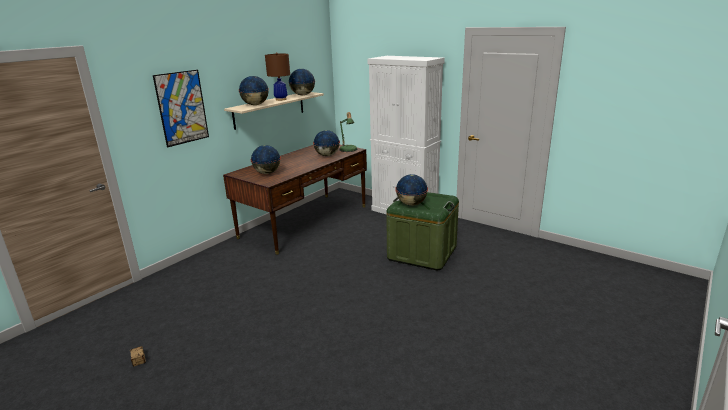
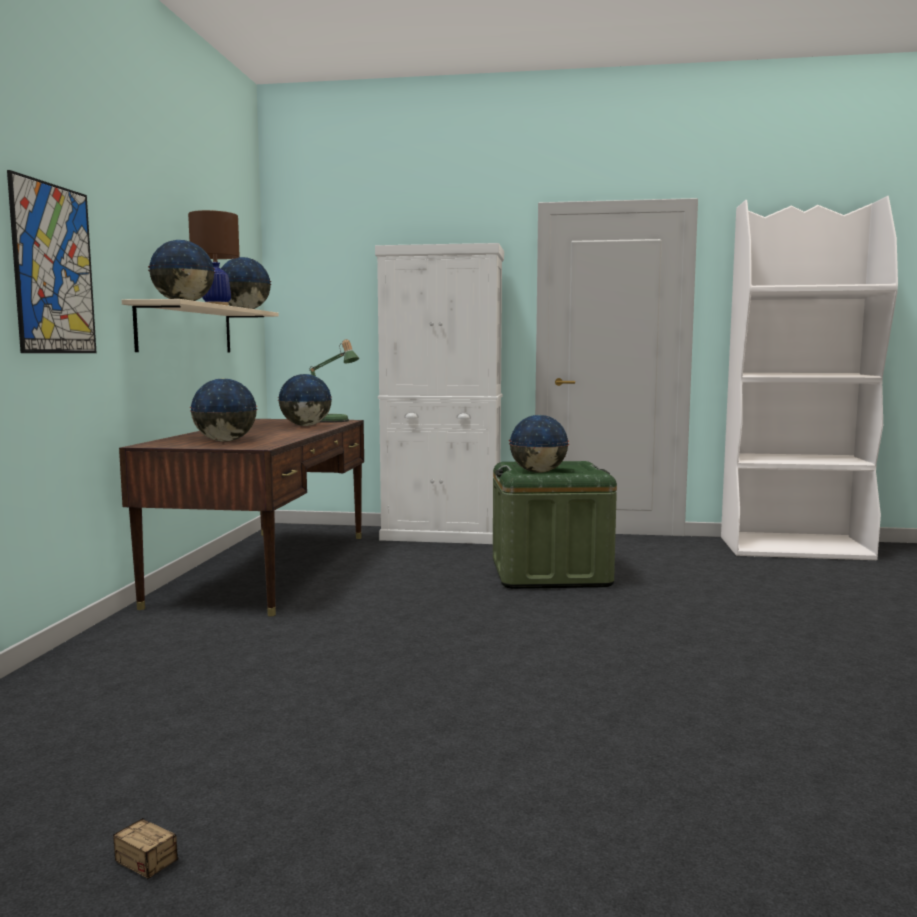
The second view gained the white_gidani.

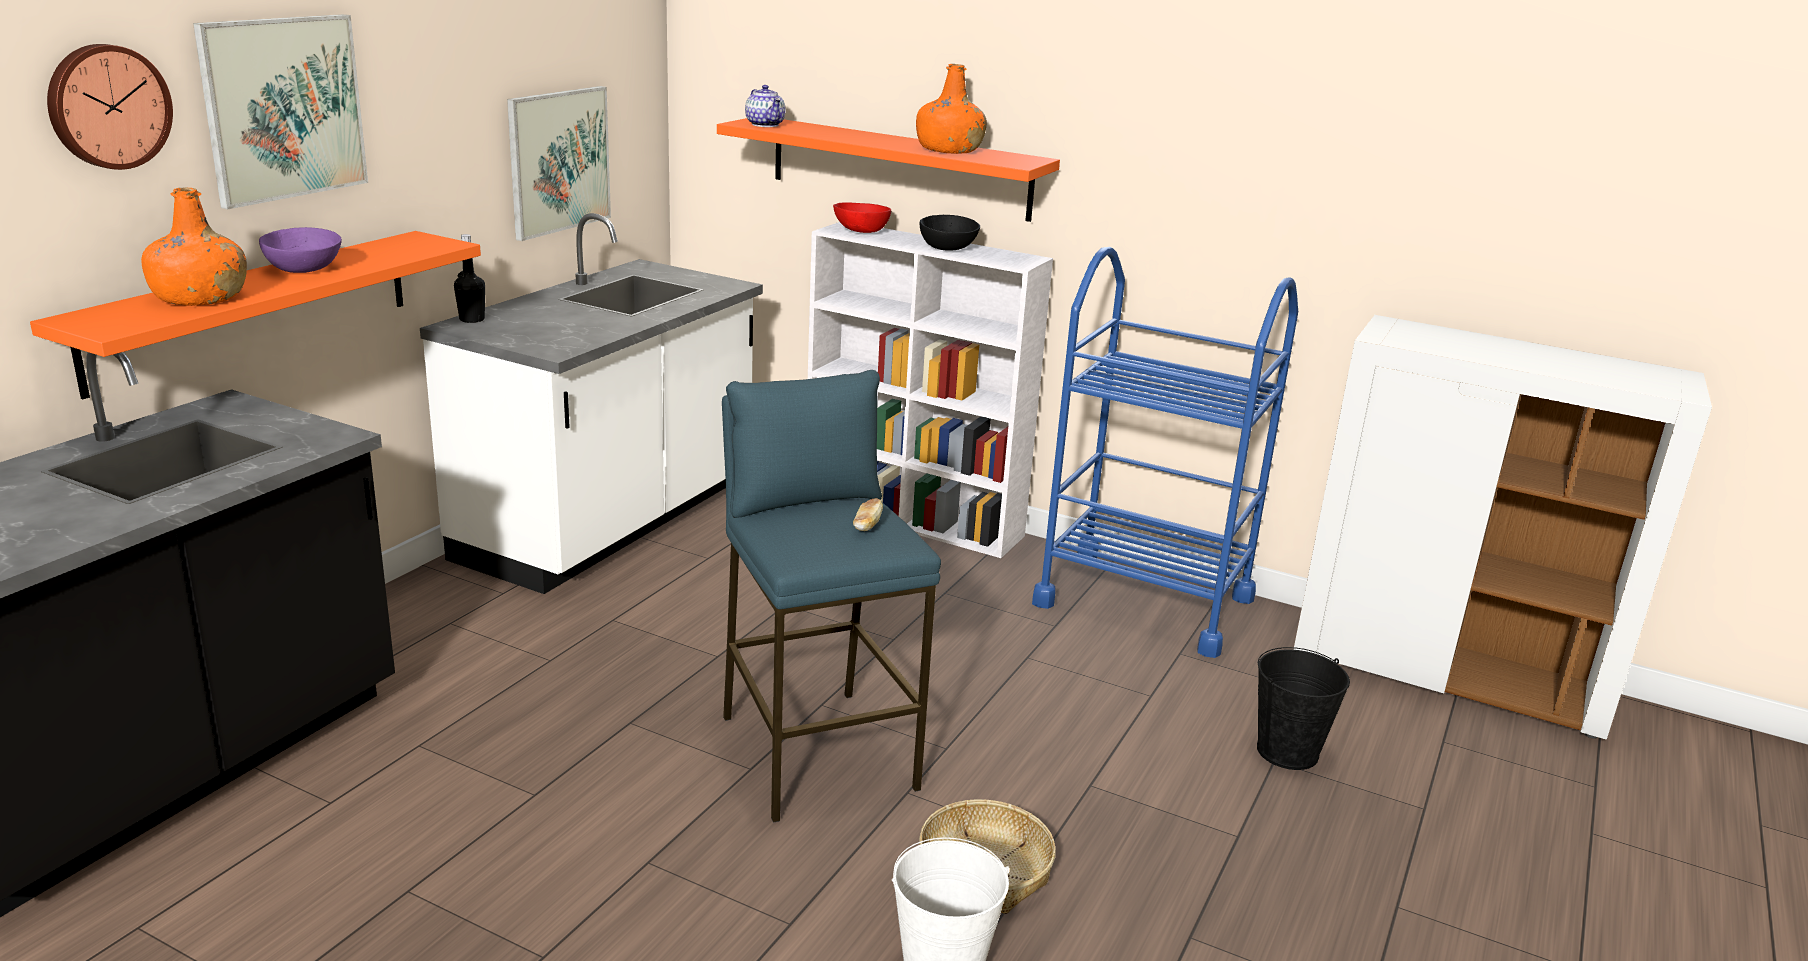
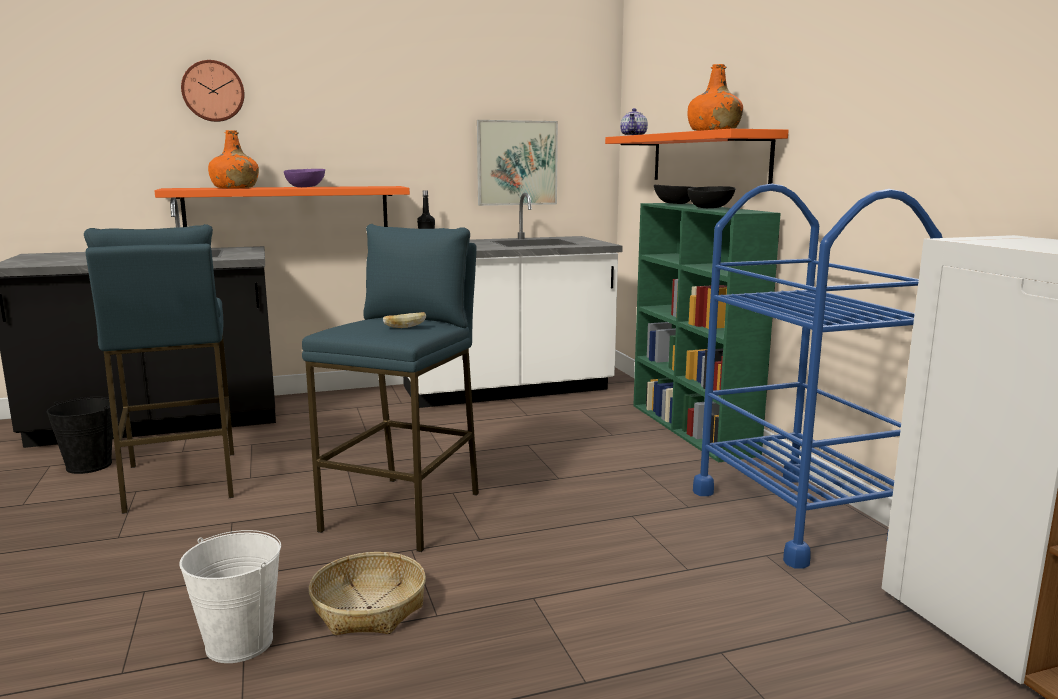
The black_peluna ended up elsewhere. The second view gained the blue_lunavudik (no. 1 from left). What was the white_gidani turned into the green_gidani. What was the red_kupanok turned into the black_kupanok (no. 1 from left). The second view lost the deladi (no. 1 from left).

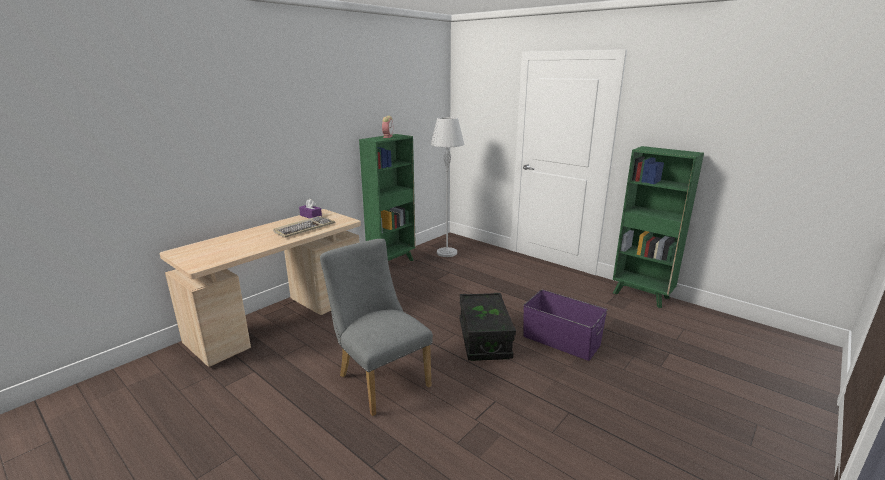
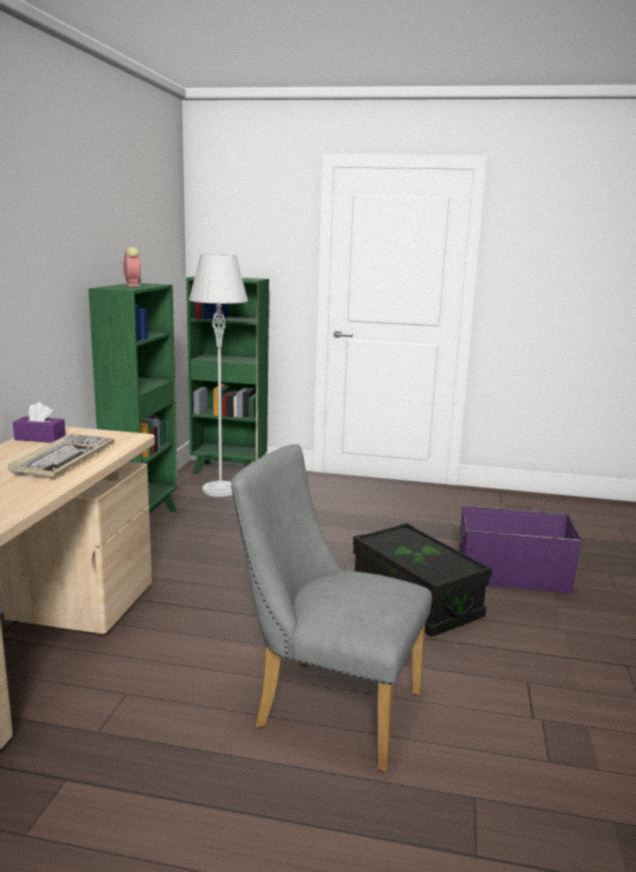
The green_gidani (no. 2 from left) ended up elsewhere.

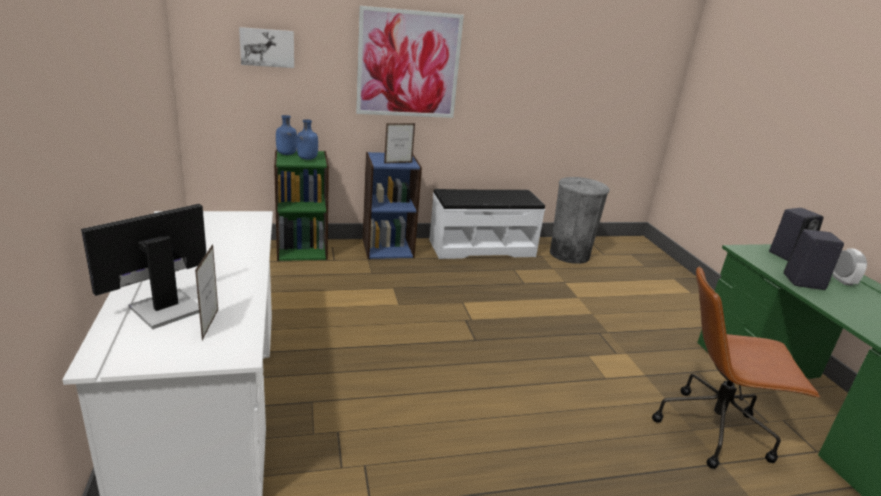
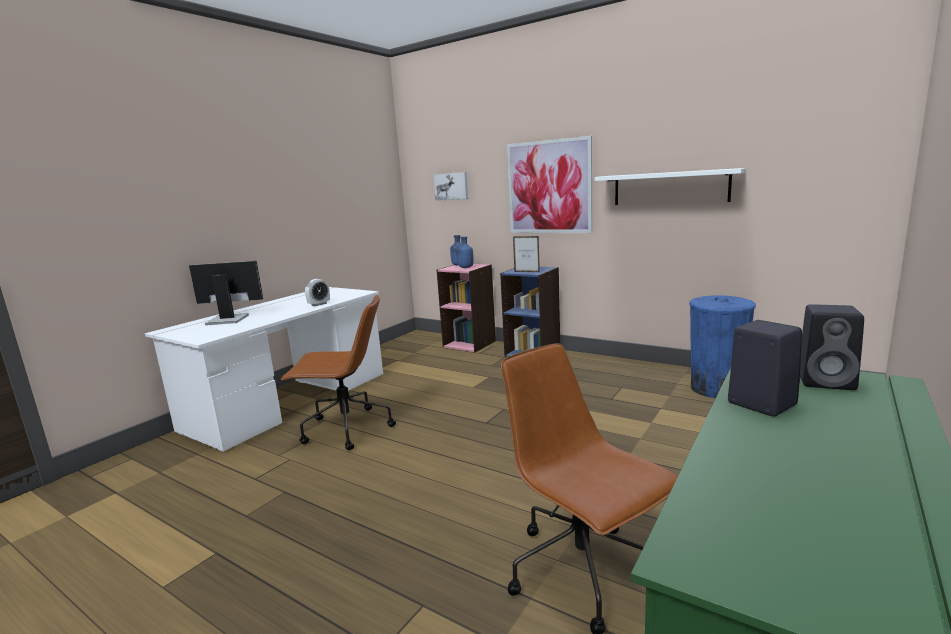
The second view gained the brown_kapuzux (no. 1 from left). The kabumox ended up elsewhere. What was the green_gidani turned into the pink_gidani. The second view gained the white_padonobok. What was the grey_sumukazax turned into the blue_sumukazax. The second view lost the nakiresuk (no. 1 from left). The second view lost the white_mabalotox.

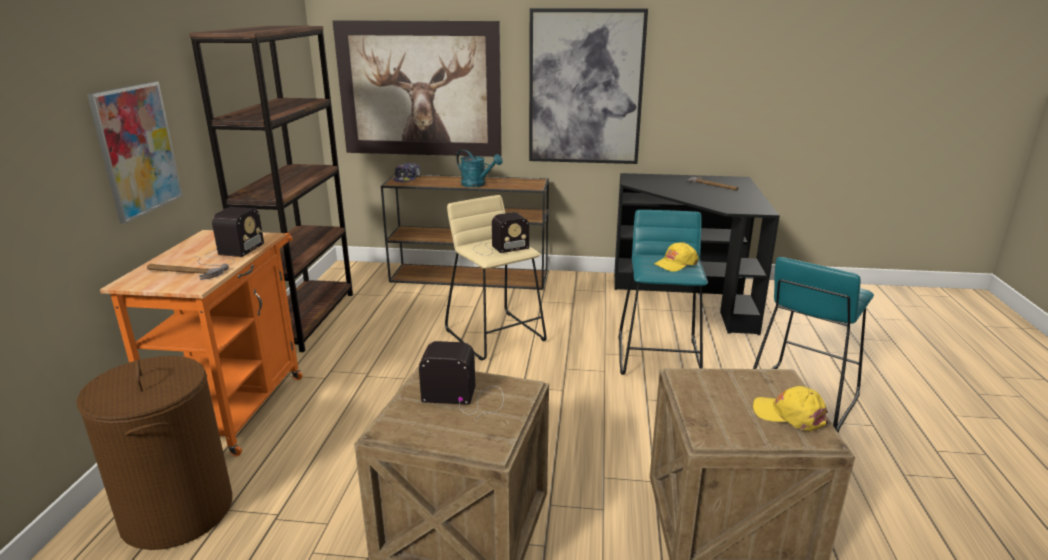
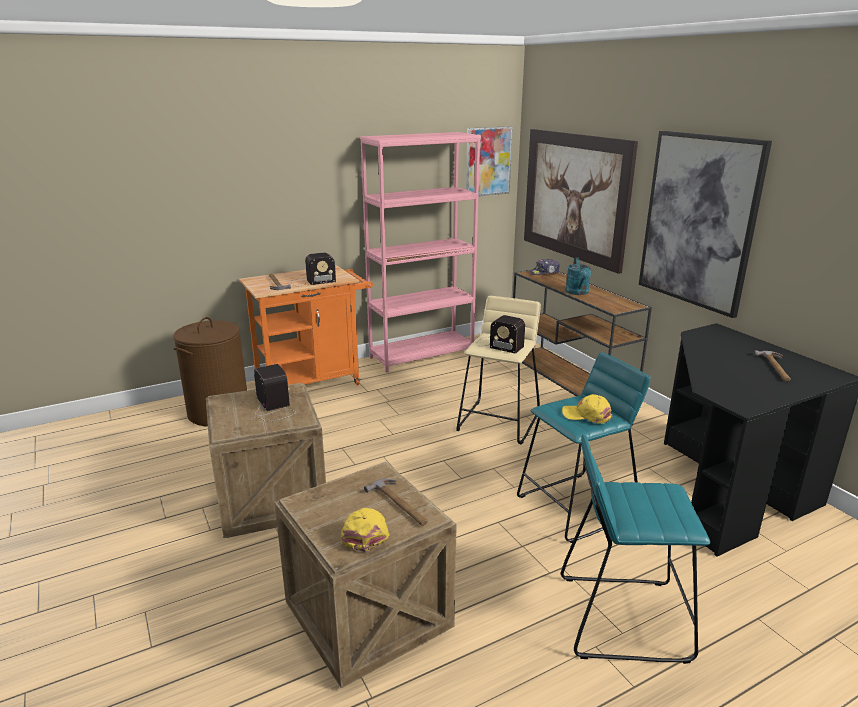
What was the brown_gidani turned into the pink_gidani. The second view gained the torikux (no. 2 from left). The deladi (no. 1 from left) ended up elsewhere.

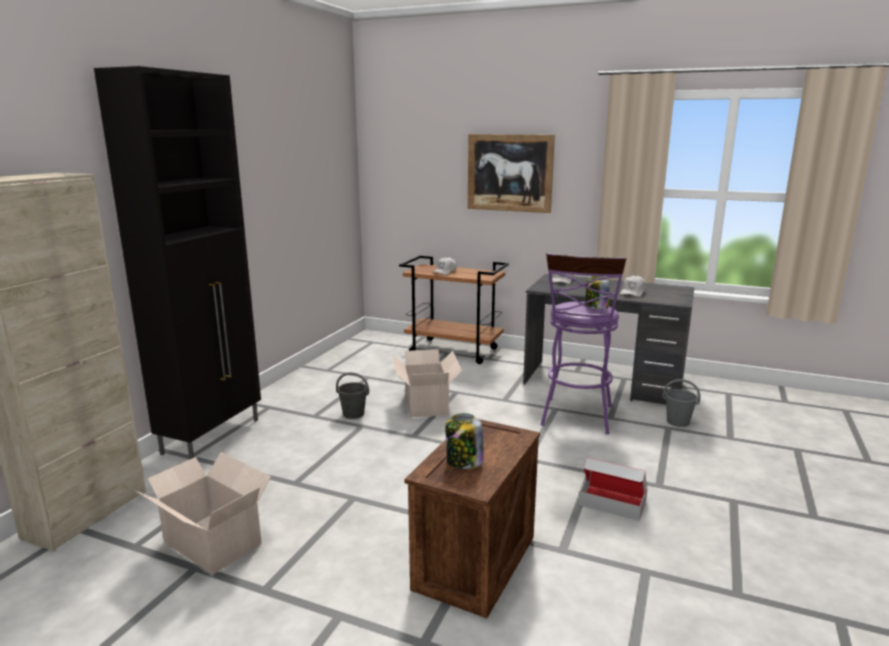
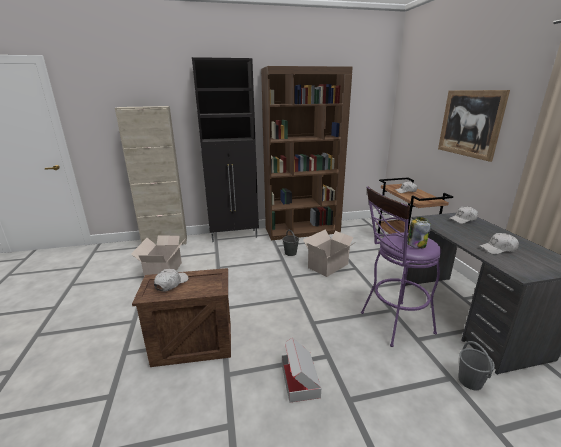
Where the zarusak (no. 1 from left) stood, the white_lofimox (no. 1 from left) came to stand. The second view gained the brown_gidani.

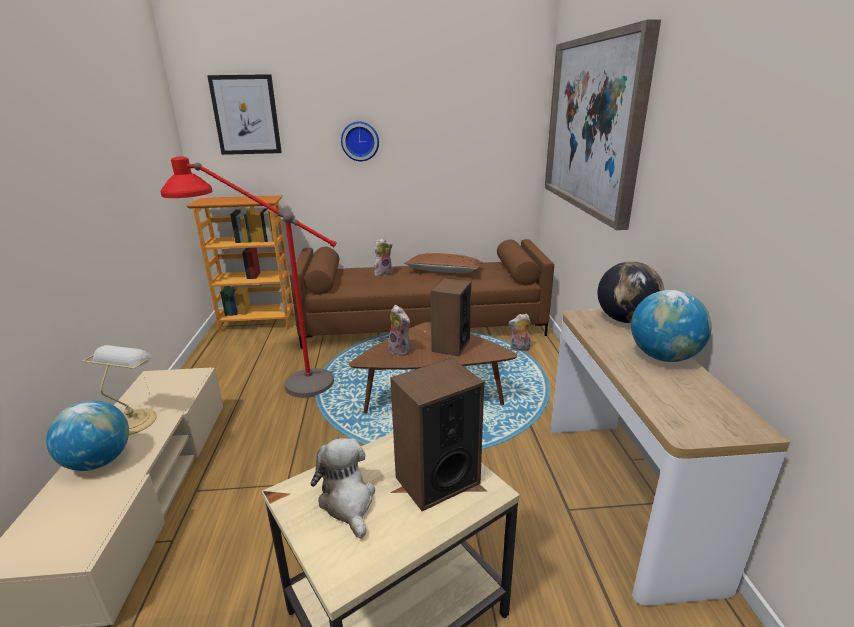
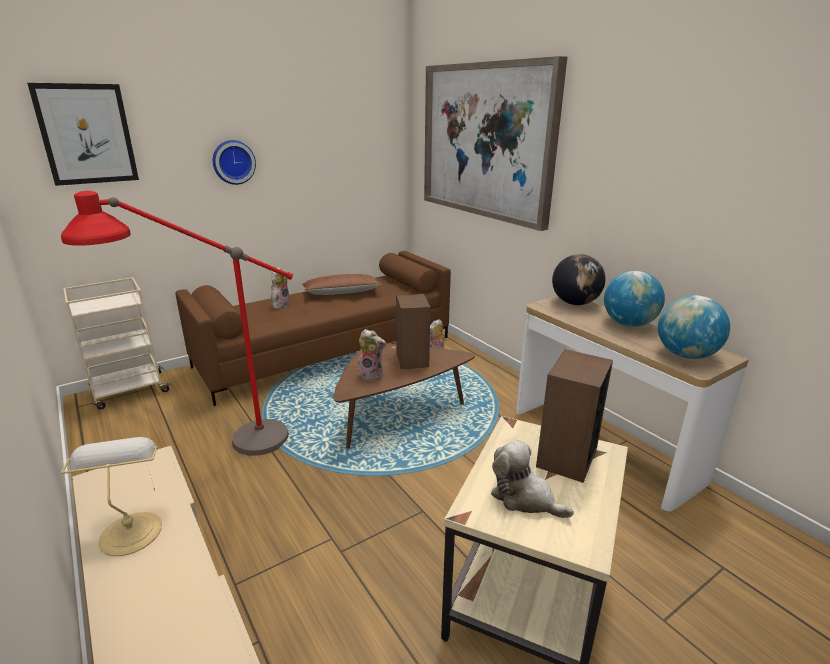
Where the gidani stood, the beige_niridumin came to stand. The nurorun (no. 1 from left in the first image) ended up elsewhere.

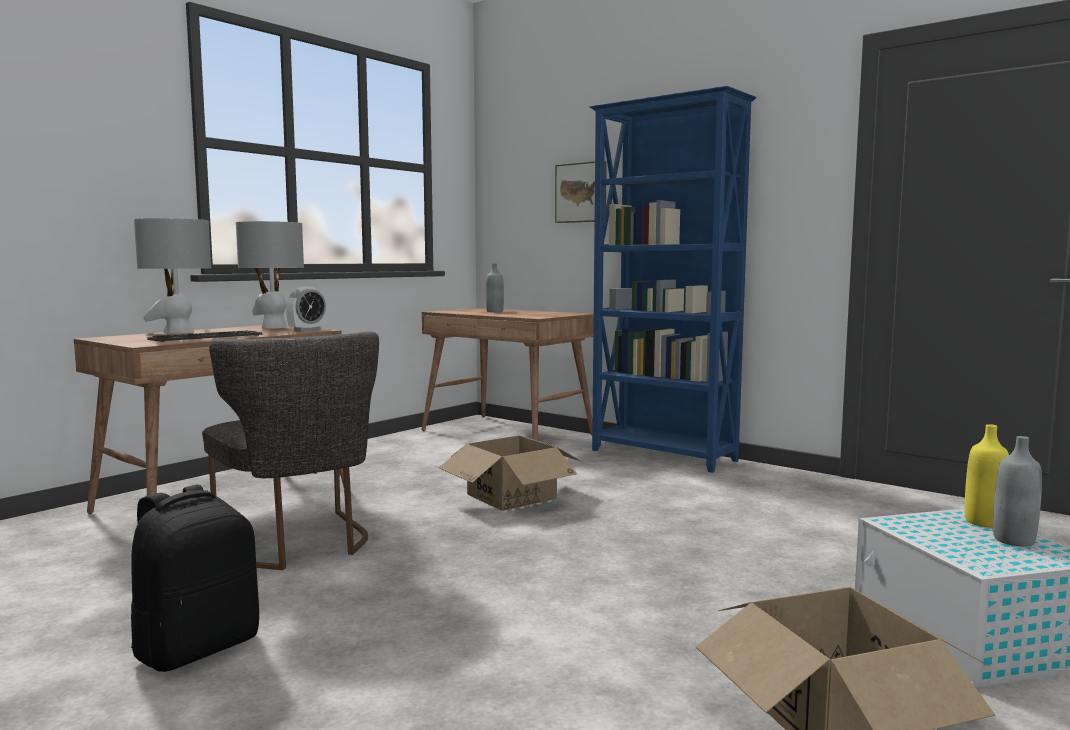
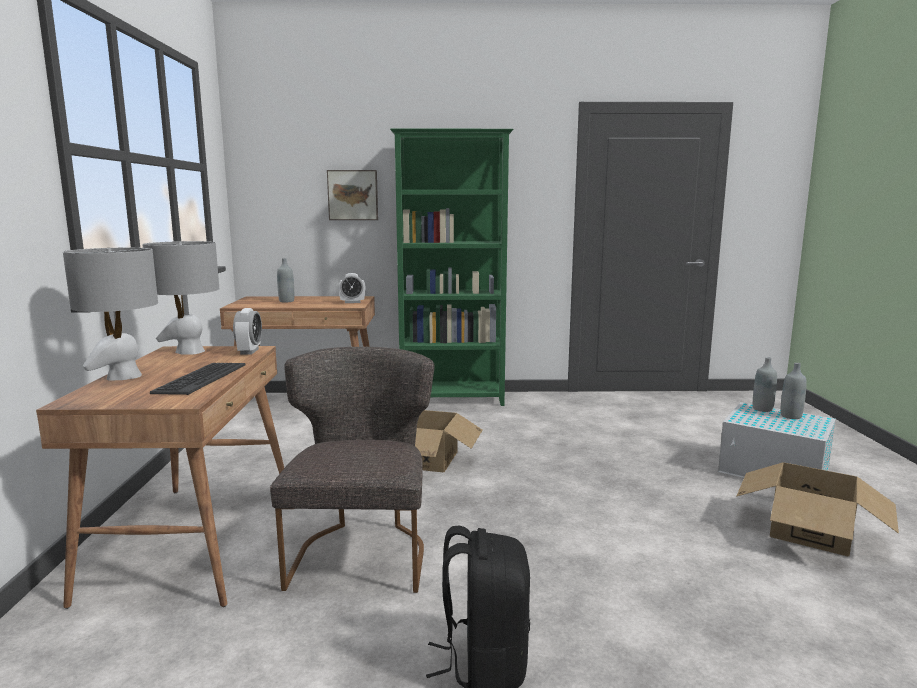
The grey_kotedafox ended up facing another way, 105 degrees counterclockwise from before. The second view gained the kabumox (no. 2 from left). What was the blue_gidani turned into the green_gidani. What was the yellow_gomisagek turned into the grey_gomisagek (no. 2 from left).

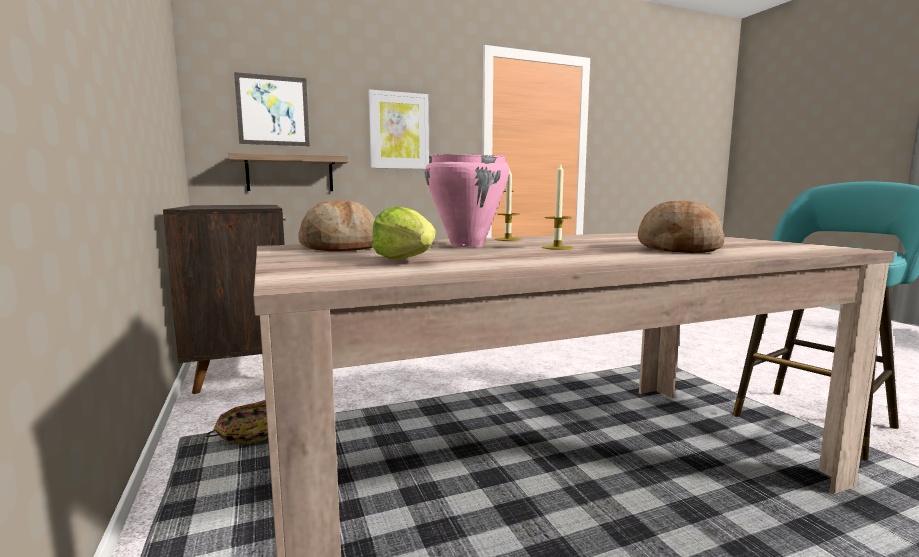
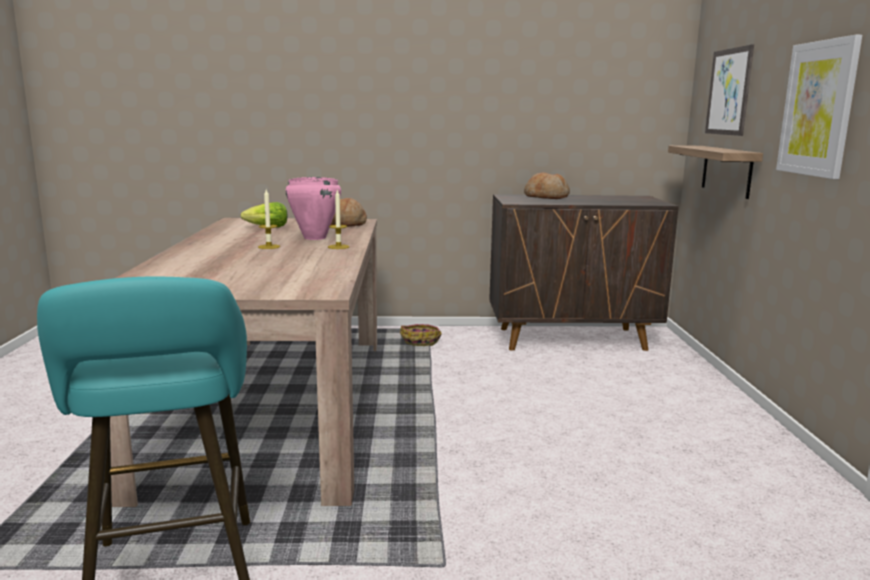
The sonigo (no. 2 from left) ended up elsewhere.

